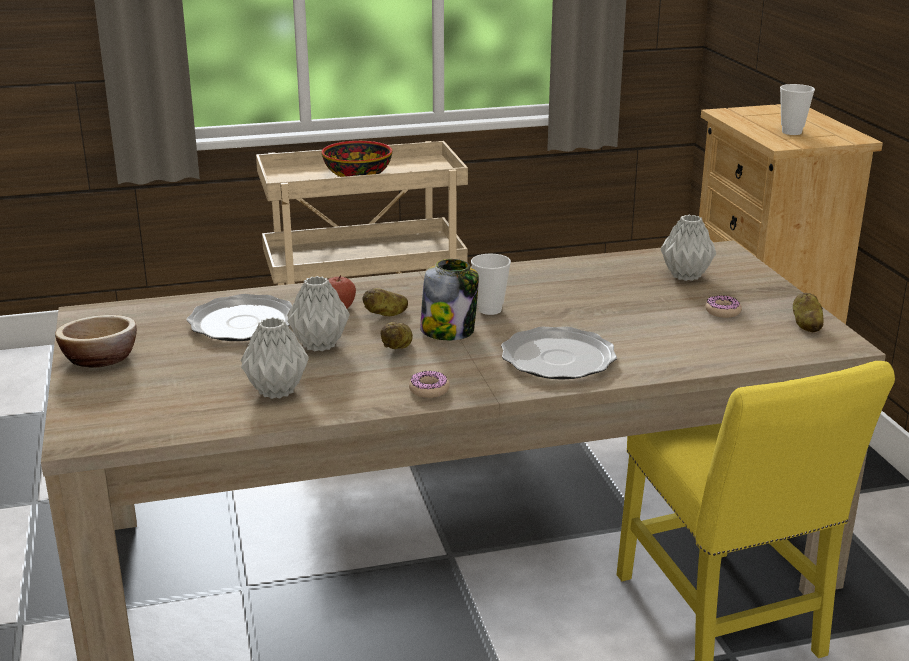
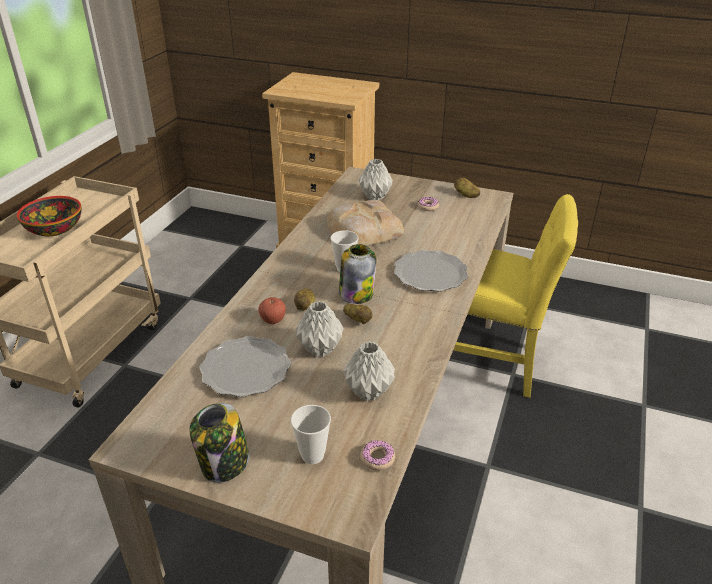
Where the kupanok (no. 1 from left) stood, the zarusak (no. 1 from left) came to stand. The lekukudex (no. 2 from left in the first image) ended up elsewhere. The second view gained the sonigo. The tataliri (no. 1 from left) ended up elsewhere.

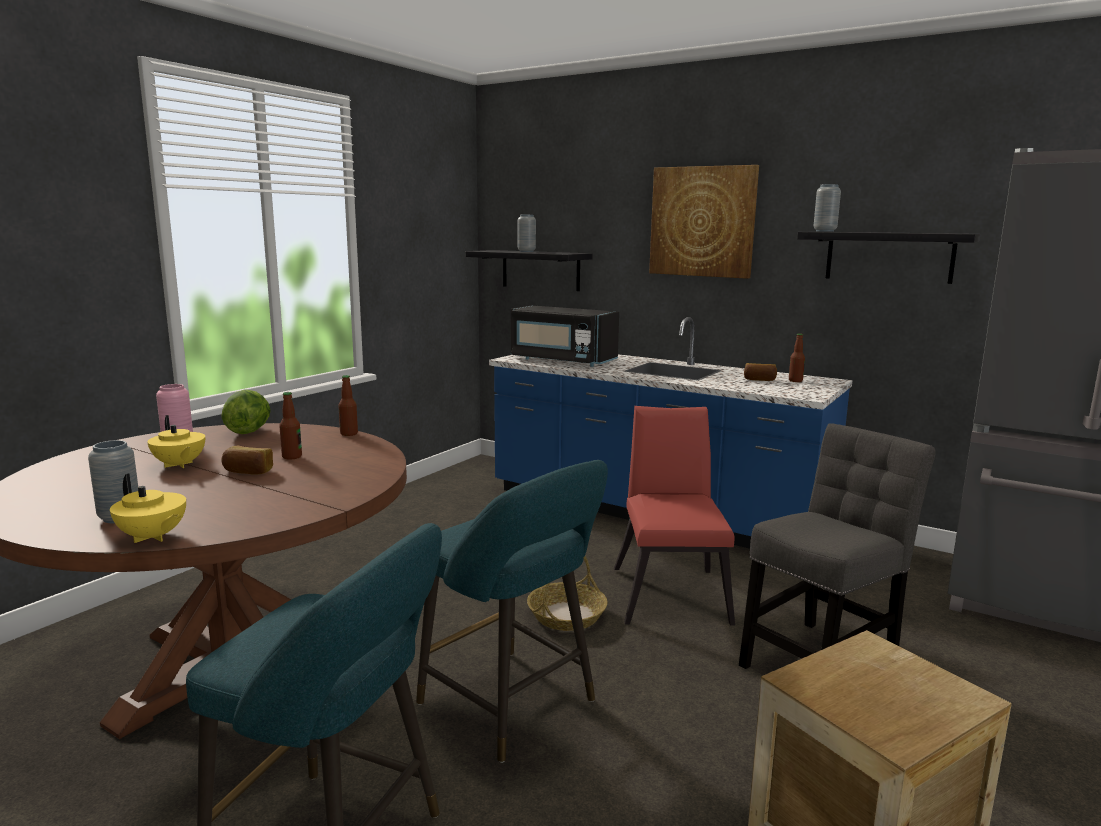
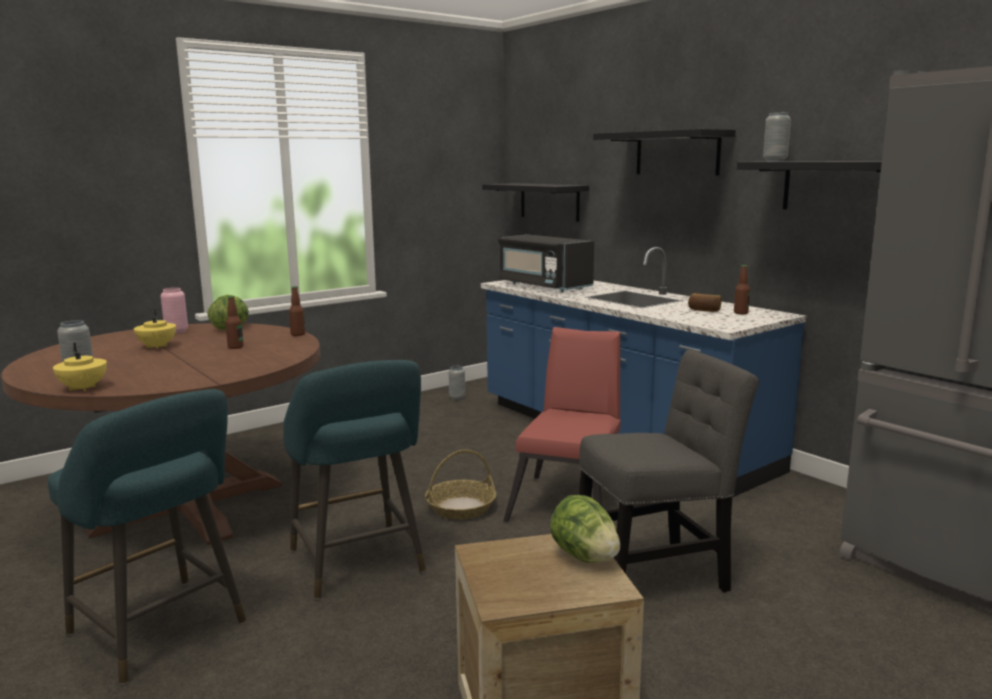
The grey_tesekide (no. 2 from left) ended up elsewhere. The second view gained the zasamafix (no. 2 from left). Where the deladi hung, the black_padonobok (no. 2 from left) came to hang. The second view lost the sonigo (no. 1 from left).

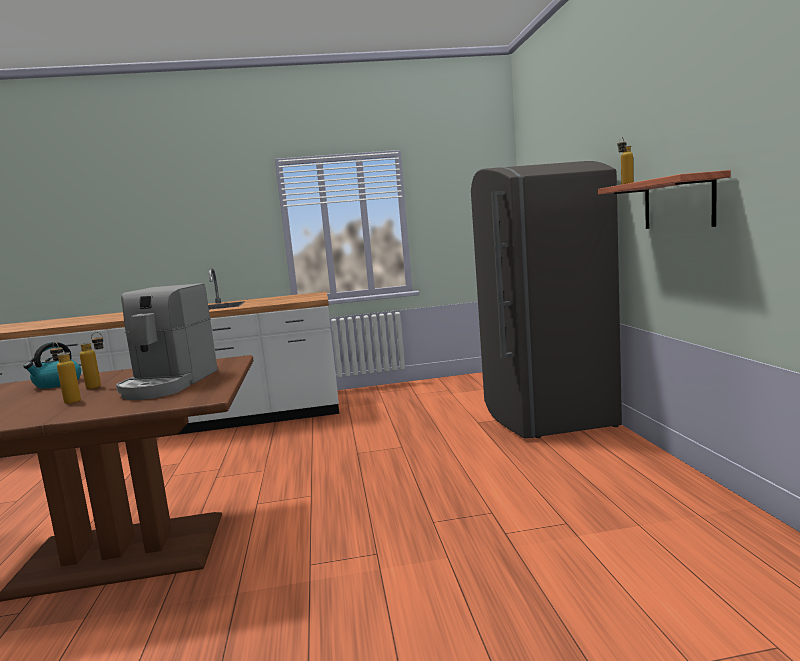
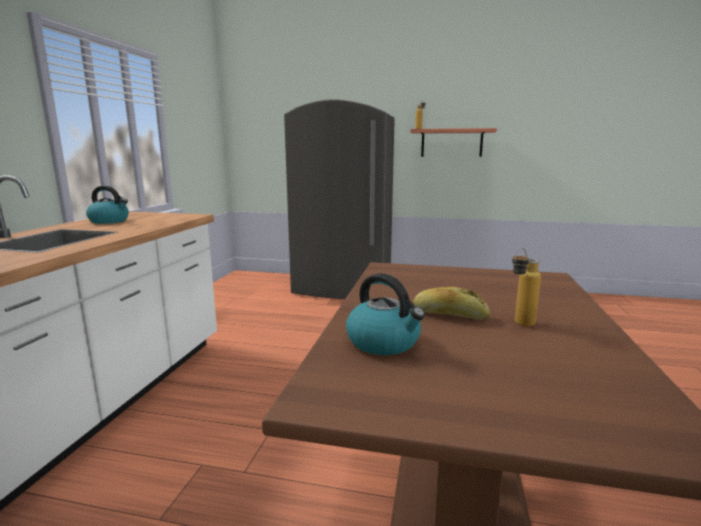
The second view gained the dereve (no. 1 from left). Where the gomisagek (no. 2 from left) stood, the sonigo came to stand. The second view lost the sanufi.

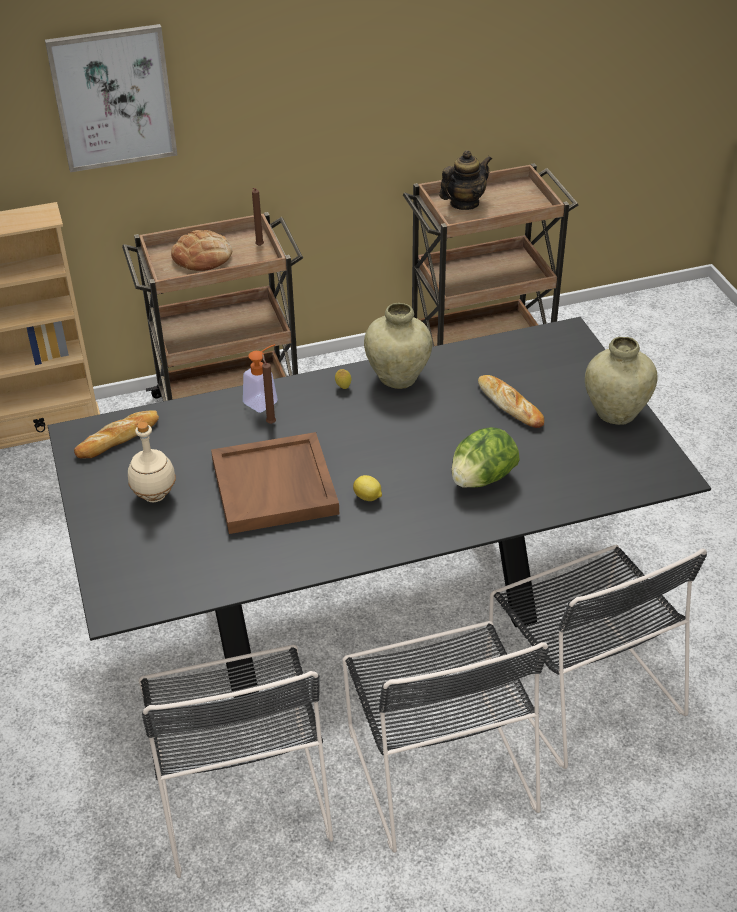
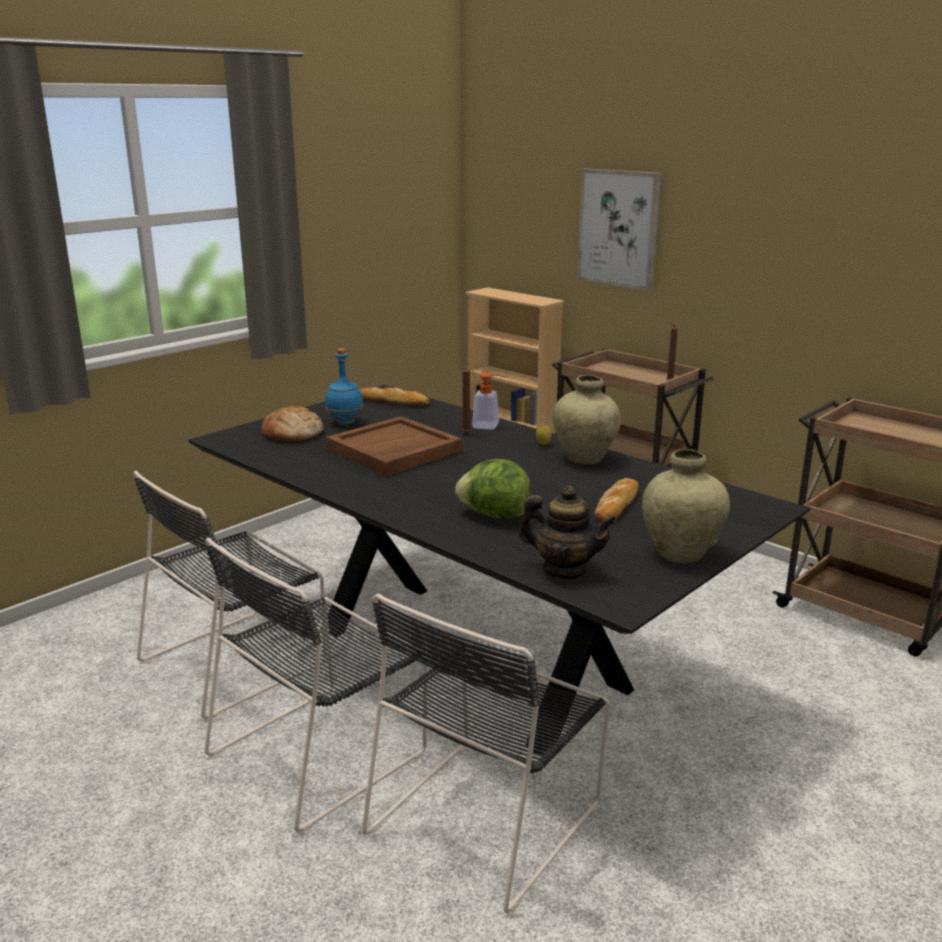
The sonigo (no. 2 from left in the first image) ended up elsewhere. What was the beige_gomisagek turned into the blue_gomisagek. The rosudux ended up elsewhere. The second view lost the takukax (no. 2 from left).

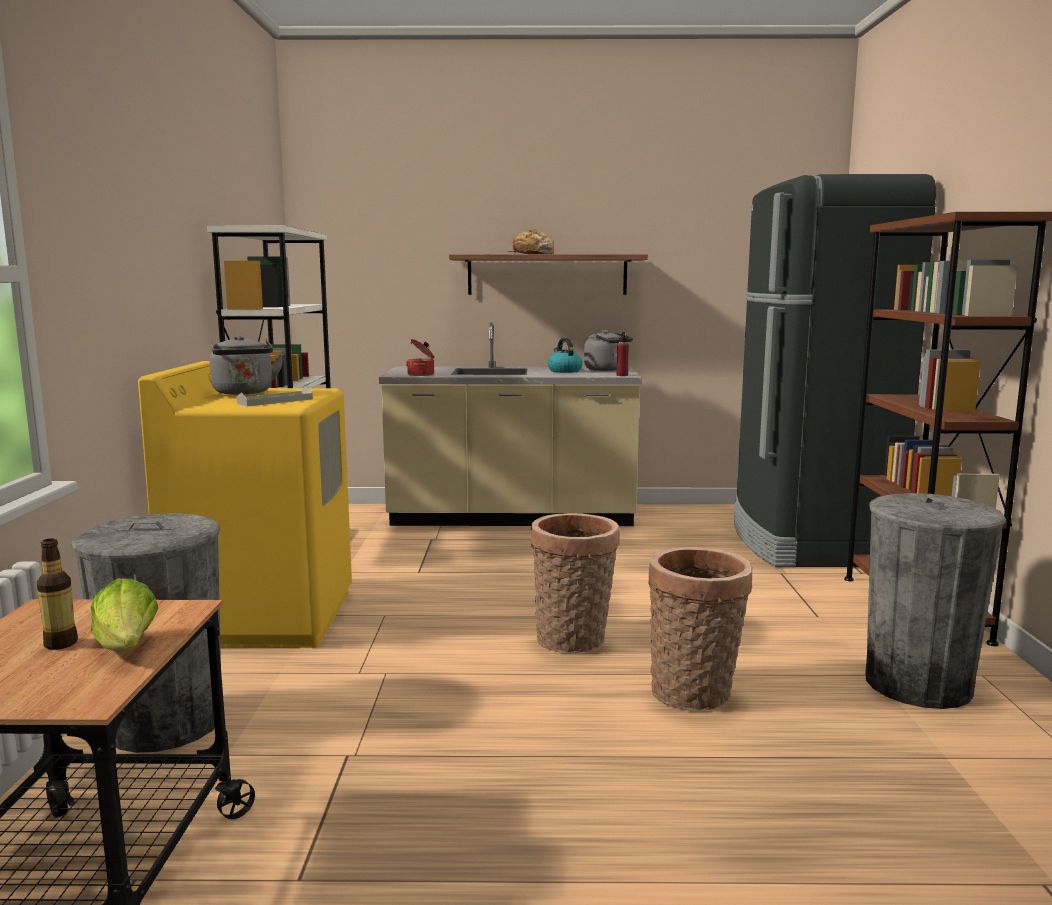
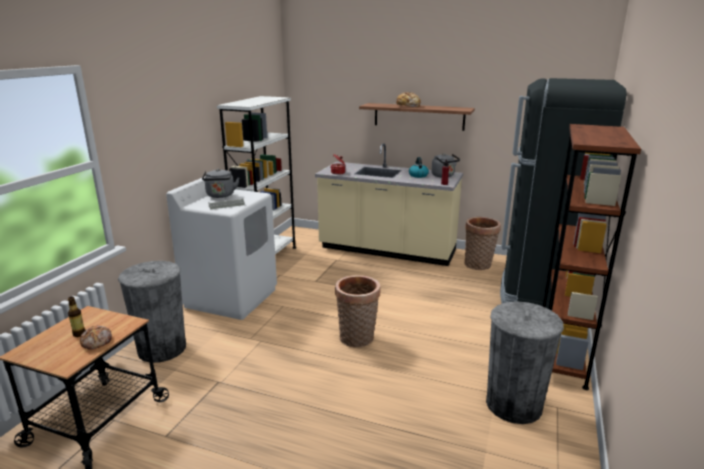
Where the zasamafix stood, the sonigo (no. 1 from left) came to stand. What was the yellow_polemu turned into the white_polemu. The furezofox (no. 2 from left) ended up elsewhere.

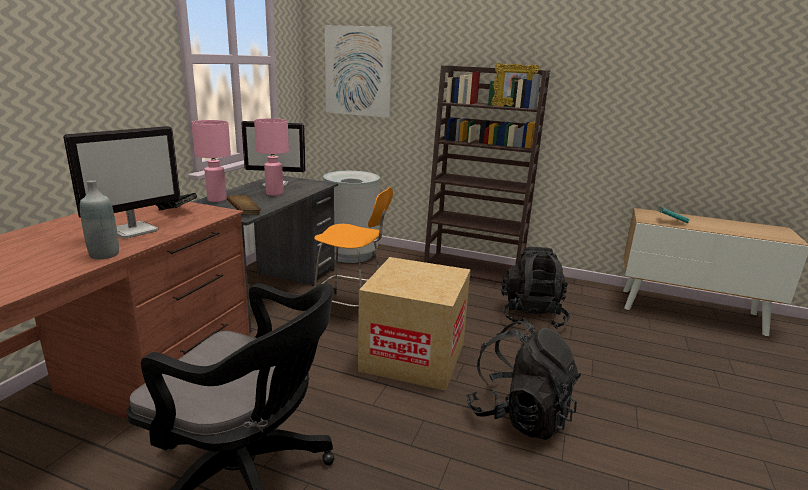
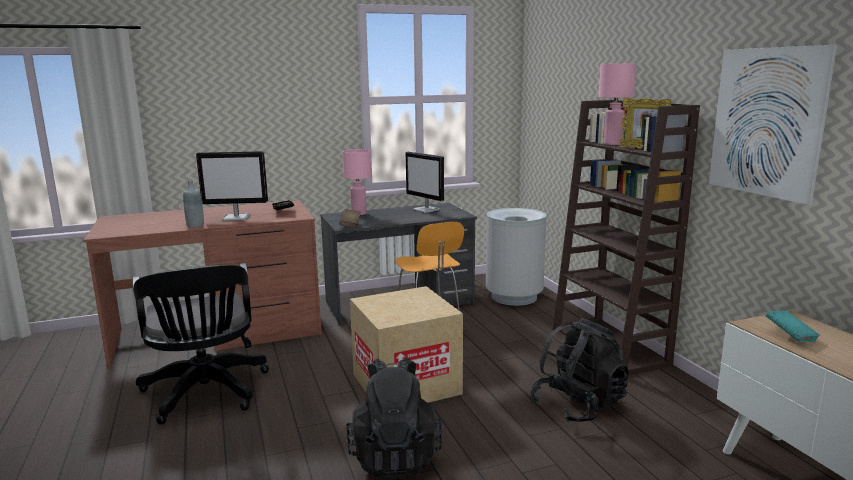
The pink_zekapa (no. 2 from left) ended up elsewhere. The deladi ended up elsewhere.

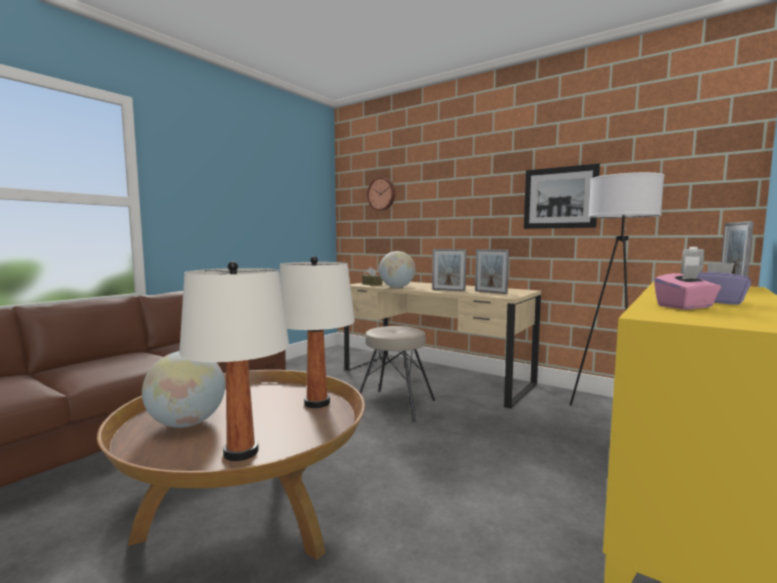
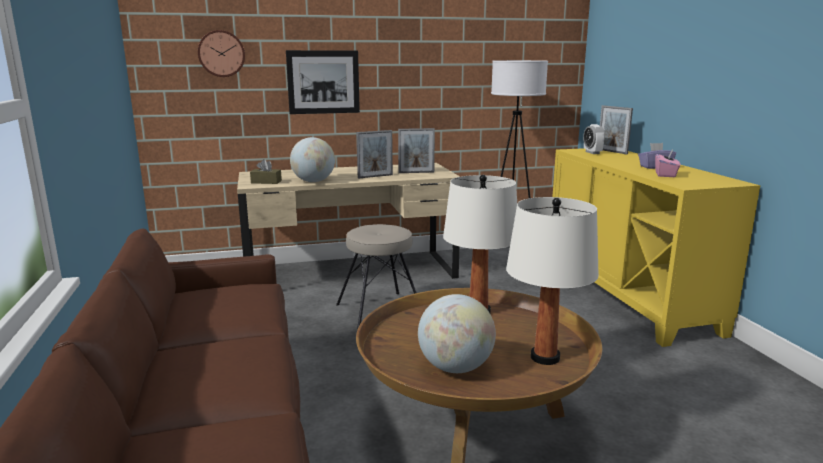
The deladi ended up elsewhere.

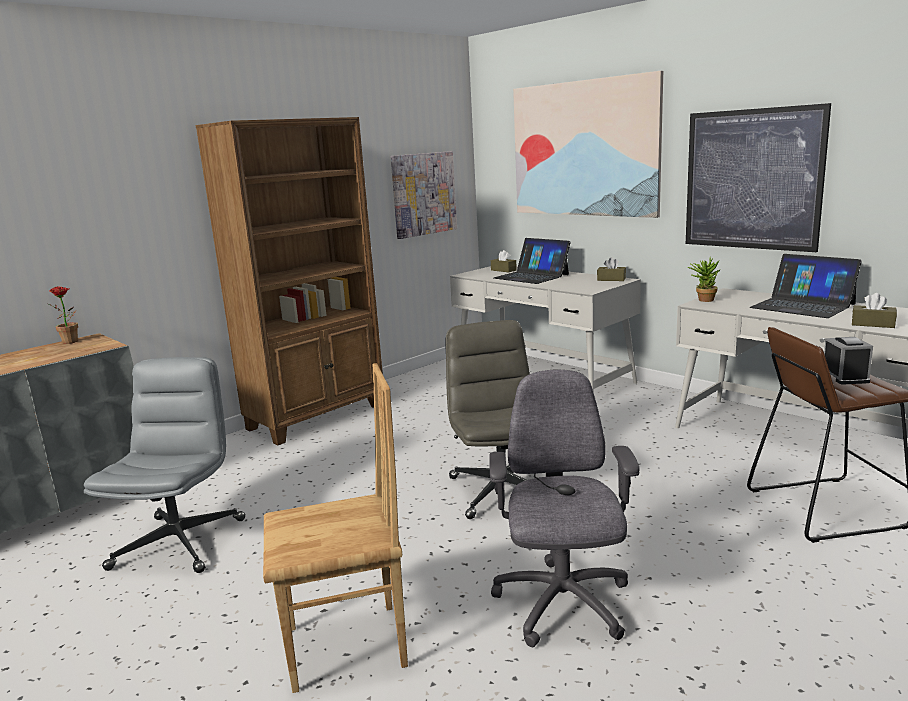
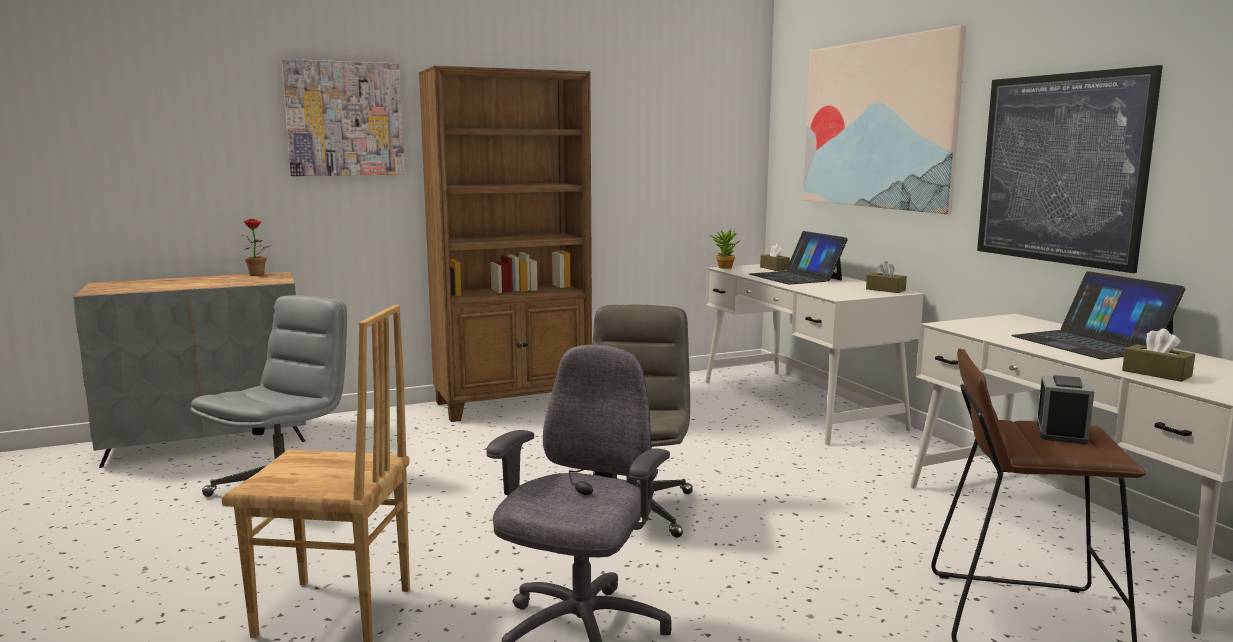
The deladi (no. 1 from left) ended up elsewhere. The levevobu (no. 2 from left) ended up elsewhere.

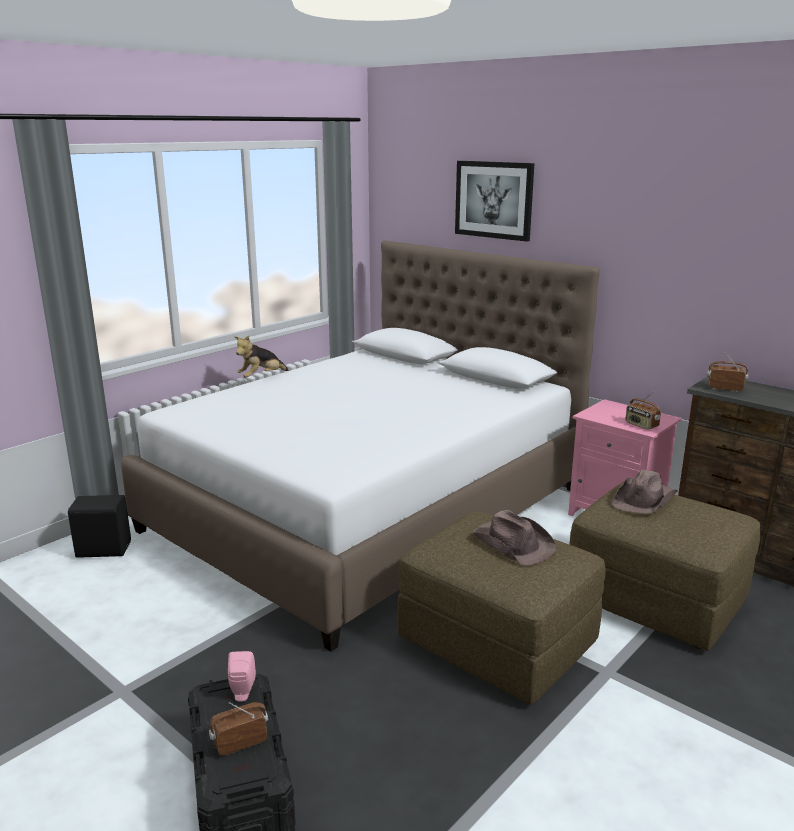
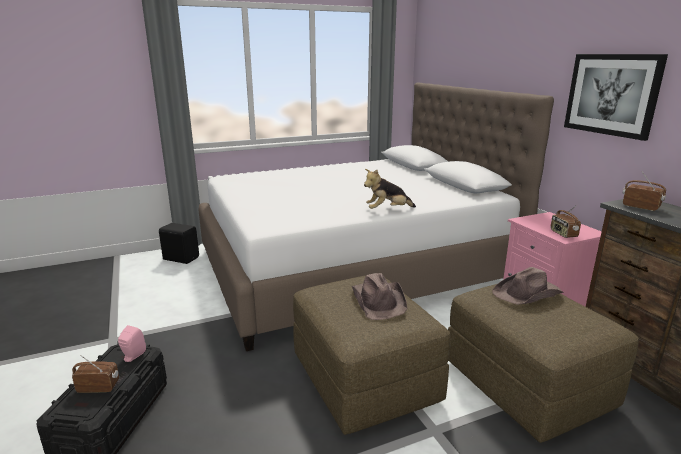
The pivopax ended up elsewhere. The deladi ended up elsewhere.

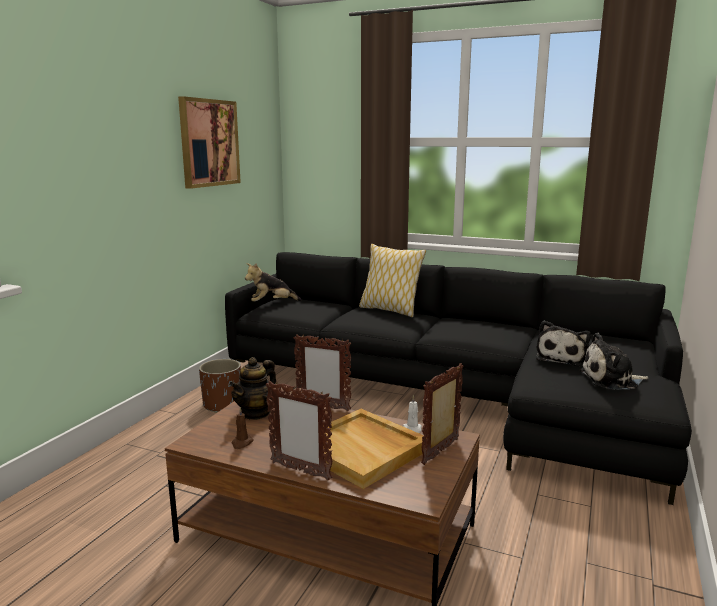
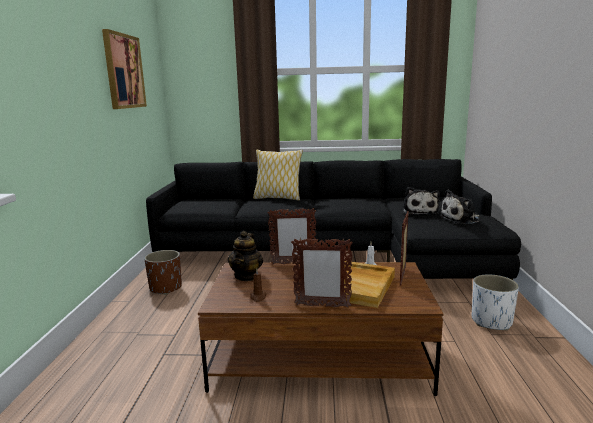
The second view gained the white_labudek. The second view lost the pivopax (no. 1 from left).

